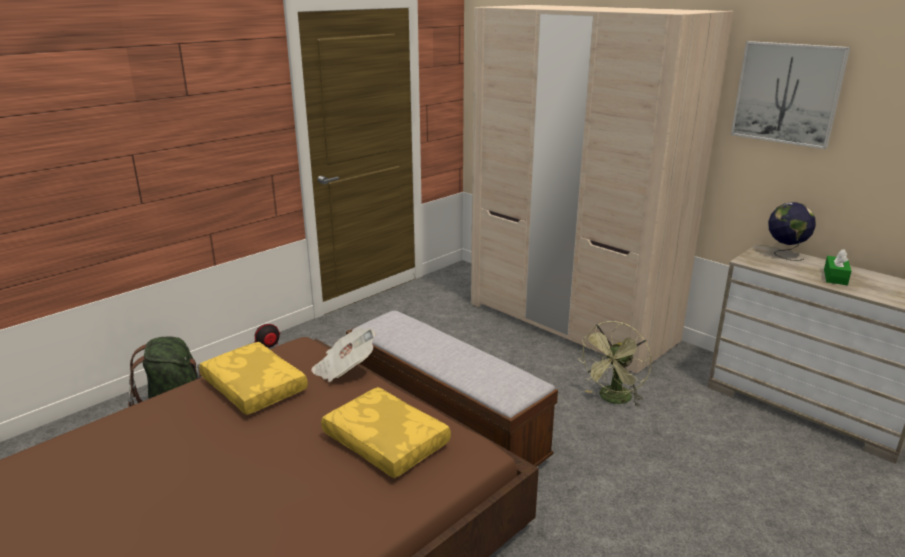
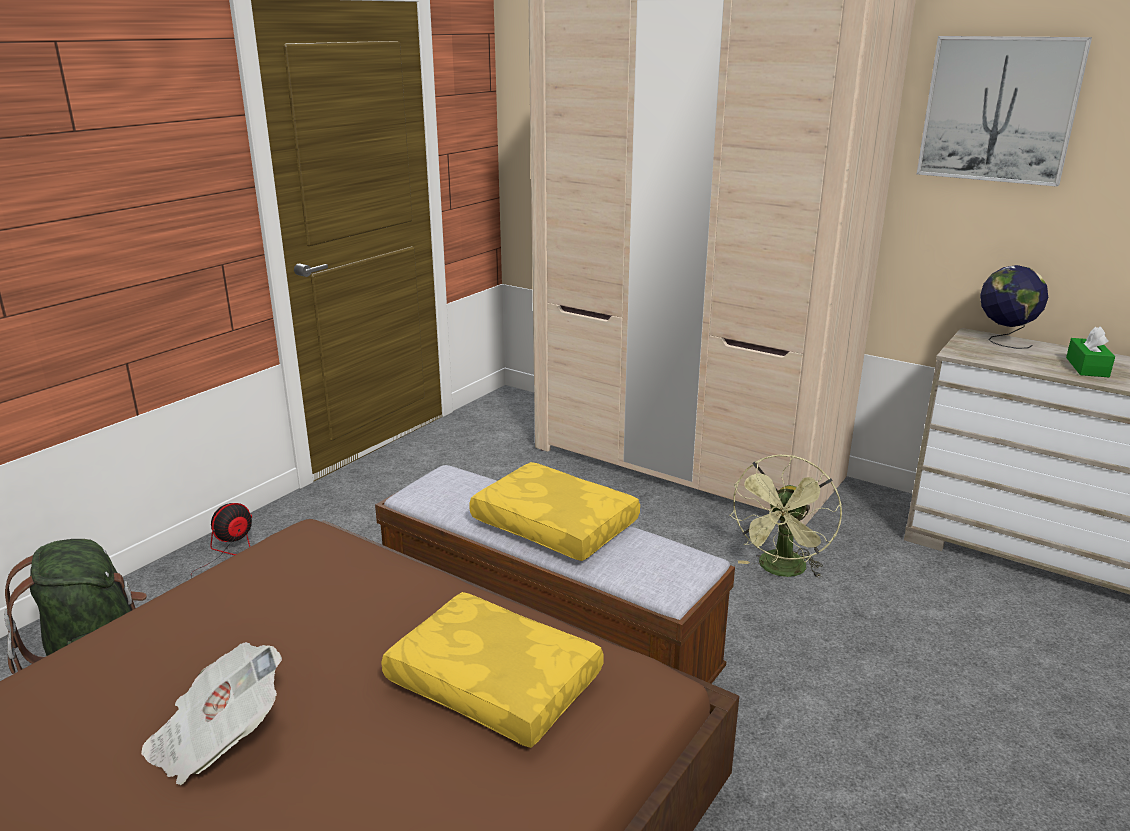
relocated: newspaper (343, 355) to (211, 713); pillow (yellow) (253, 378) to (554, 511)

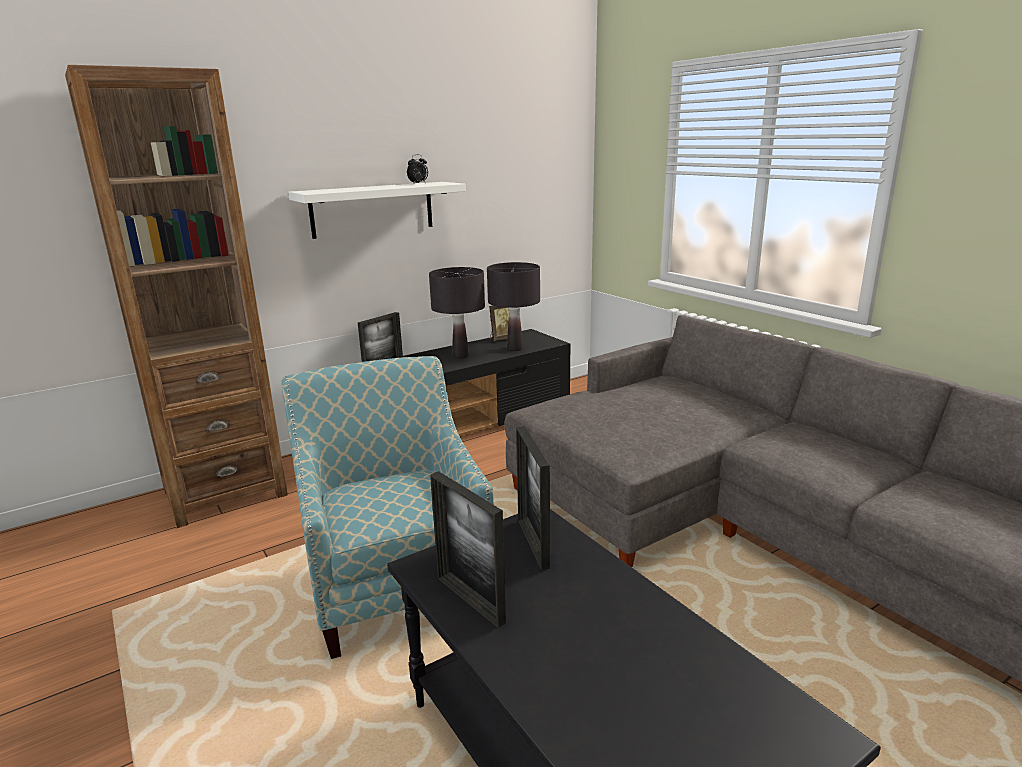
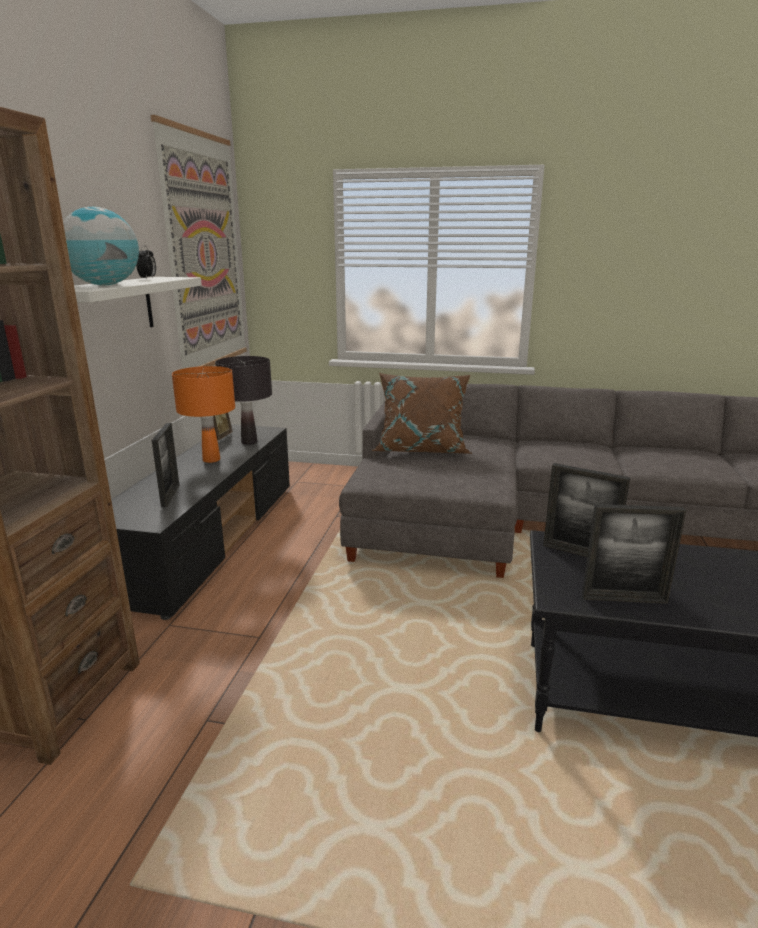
missing: armchair (387, 507)
appeared: picture (199, 242); globe (101, 246); pillow (brown) (422, 413)
colour: table lamp (black) (457, 312) to table lamp (orange) (203, 414)

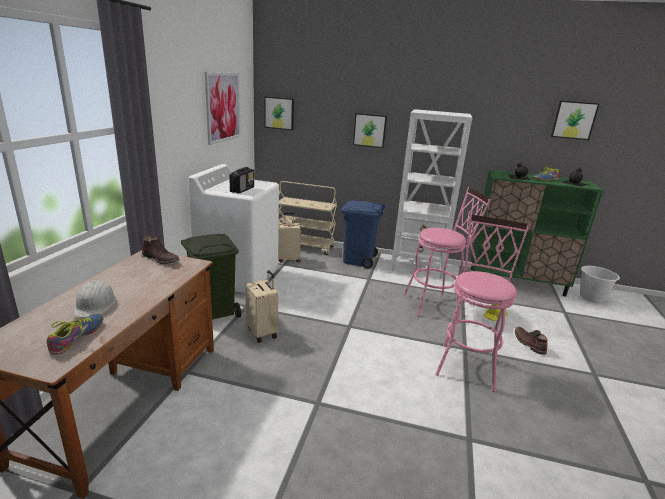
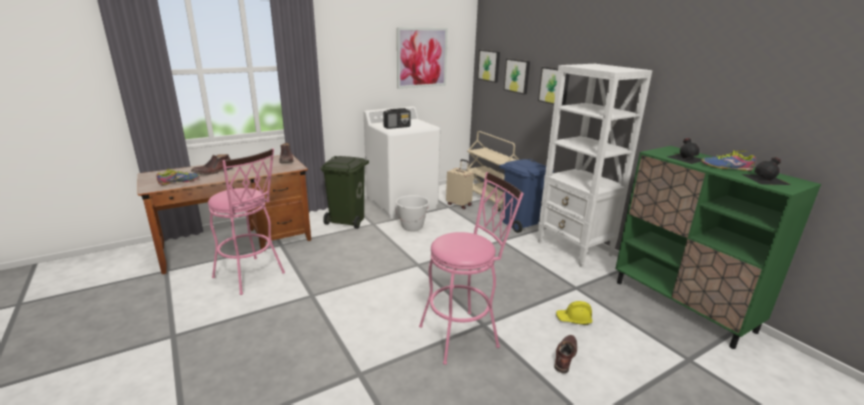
missing: suitcase (beige) (261, 306)
relocated: picture (575, 120) to (517, 76); stool (pink) (447, 252) to (246, 221); bucket (white) (600, 284) to (412, 213)
exchanged: hard hat (white) (95, 299) to boot (brown) (212, 164)

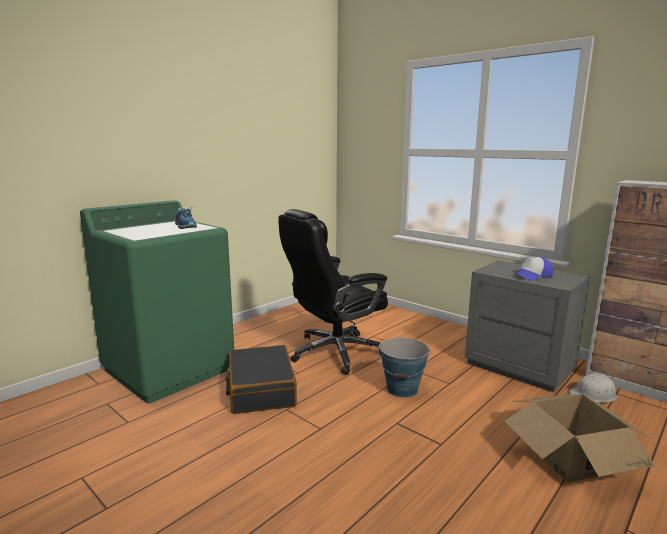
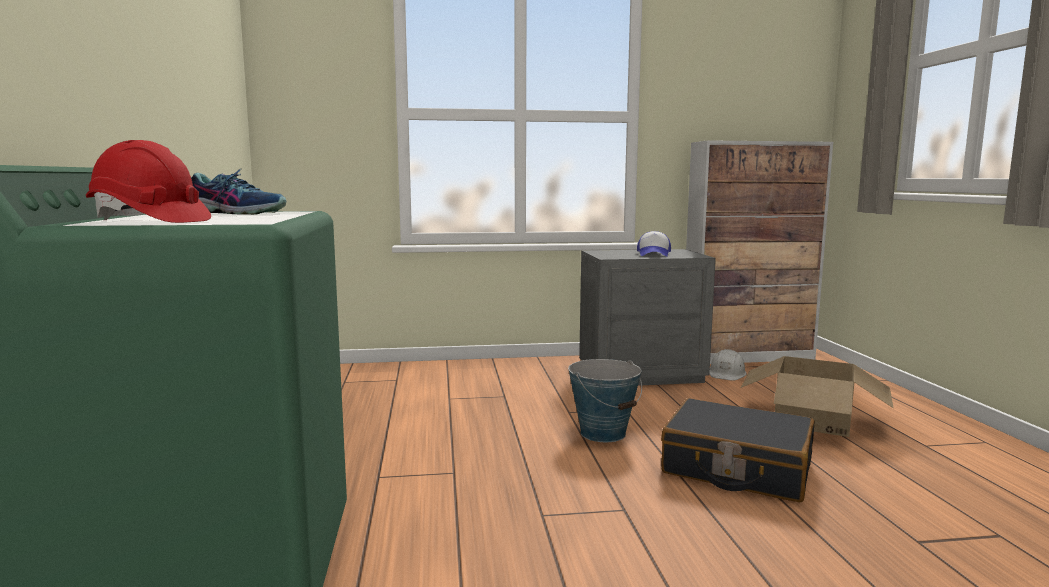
missing: office chair (black) (333, 292)
appeared: hard hat (red) (148, 181)
relocated: suitcase (black) (261, 379) to (737, 450)

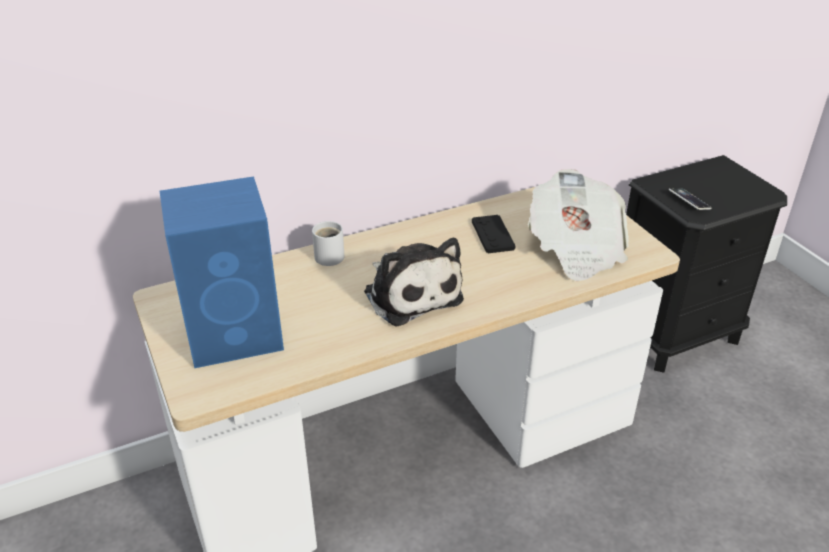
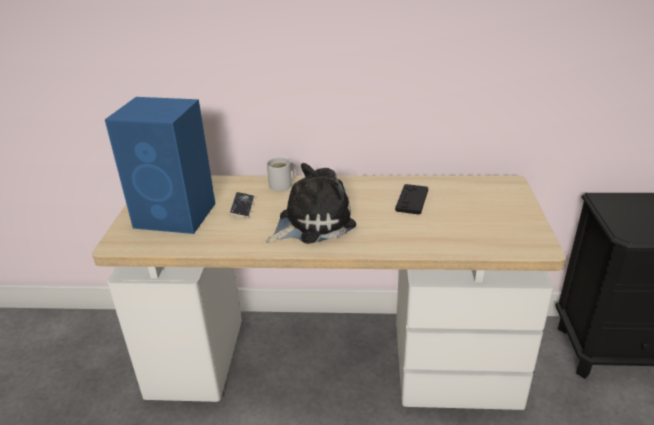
missing: newspaper (578, 225)
relocated: phone (690, 199) to (241, 205)
spun: plush toy (414, 282) = (311, 203) 120 degrees counterclockwise

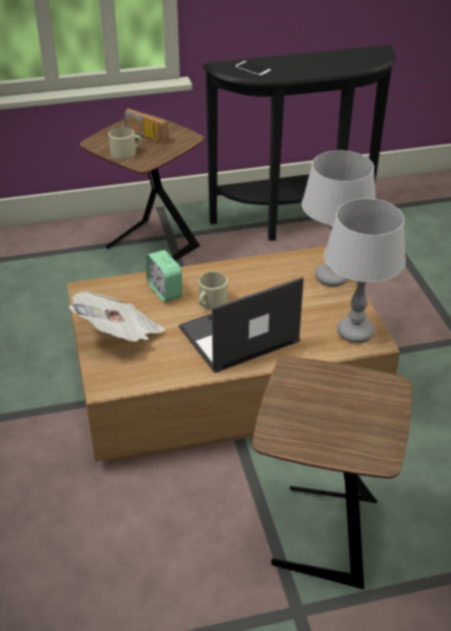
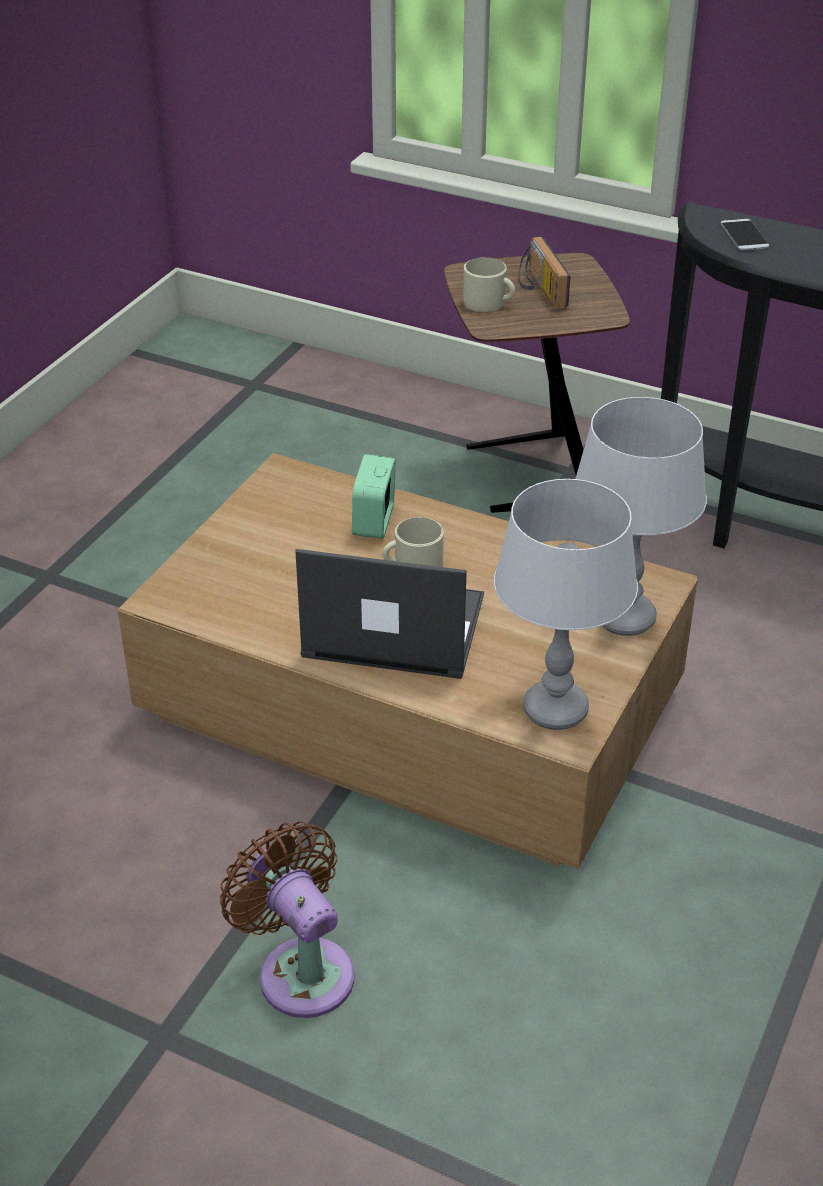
missing: newspaper (116, 316)
exchanged: side table (brown) (332, 473) to fan (brown) (287, 919)

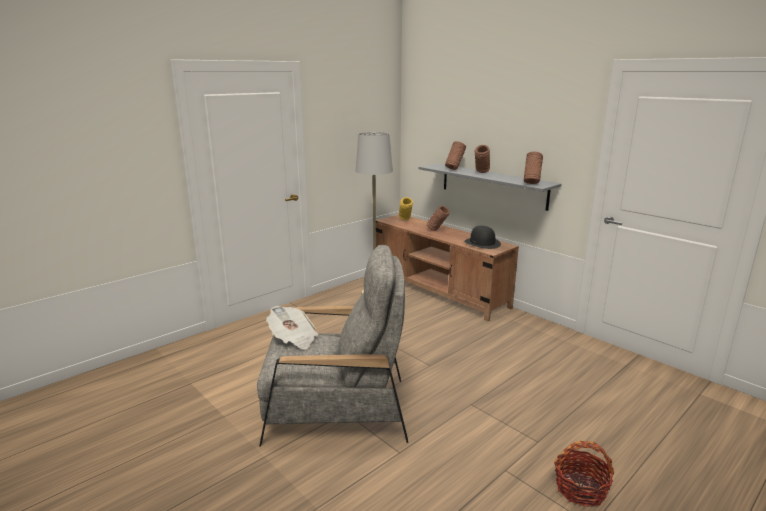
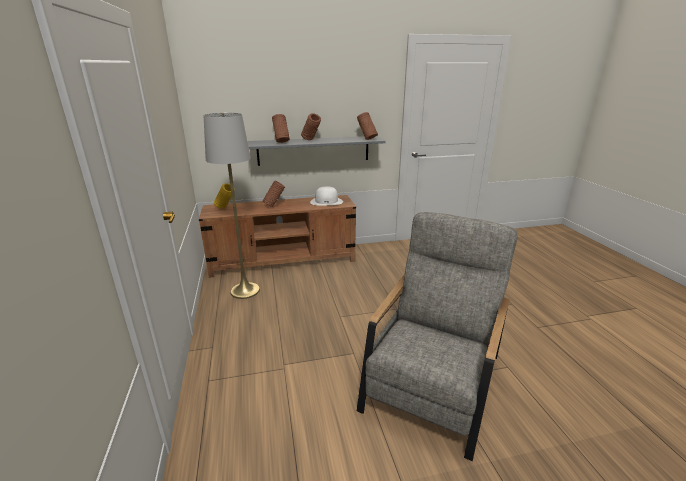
missing: newspaper (292, 328); basket (584, 474)
colour: hat (black) (482, 237) to hat (white) (326, 196)

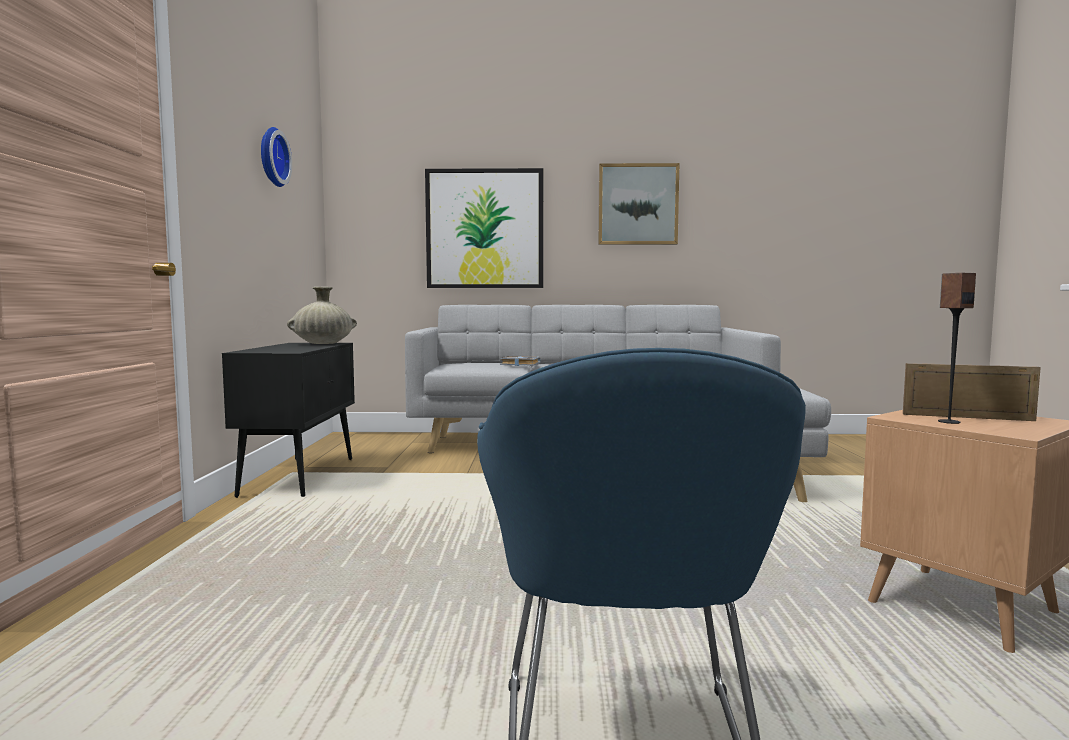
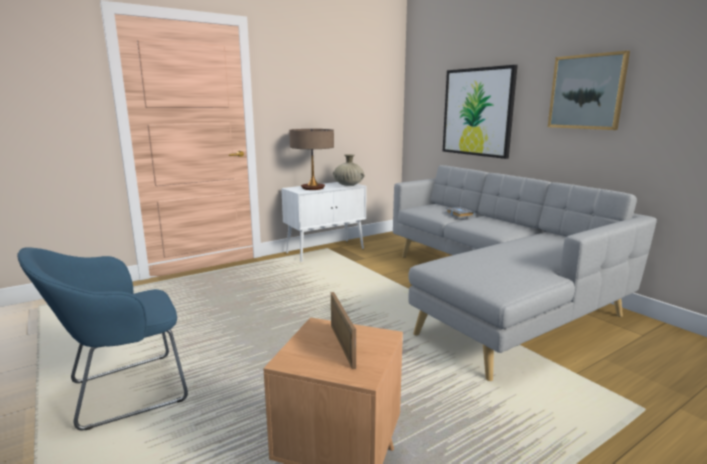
missing: wall clock (276, 157); speaker (957, 348)
appeared: table lamp (311, 159)
colour: cabinet (black) (288, 420) to cabinet (white) (323, 222)

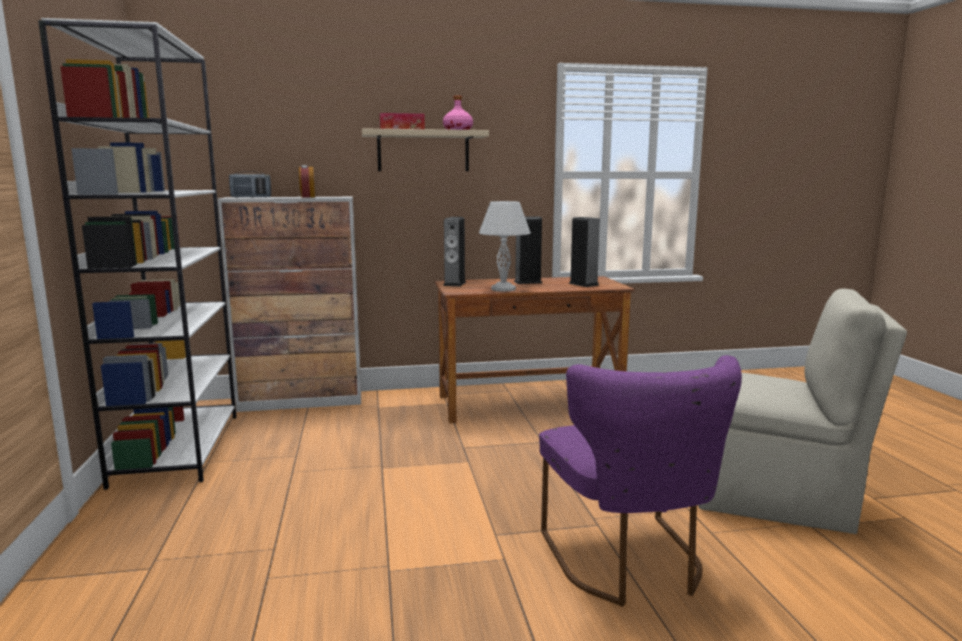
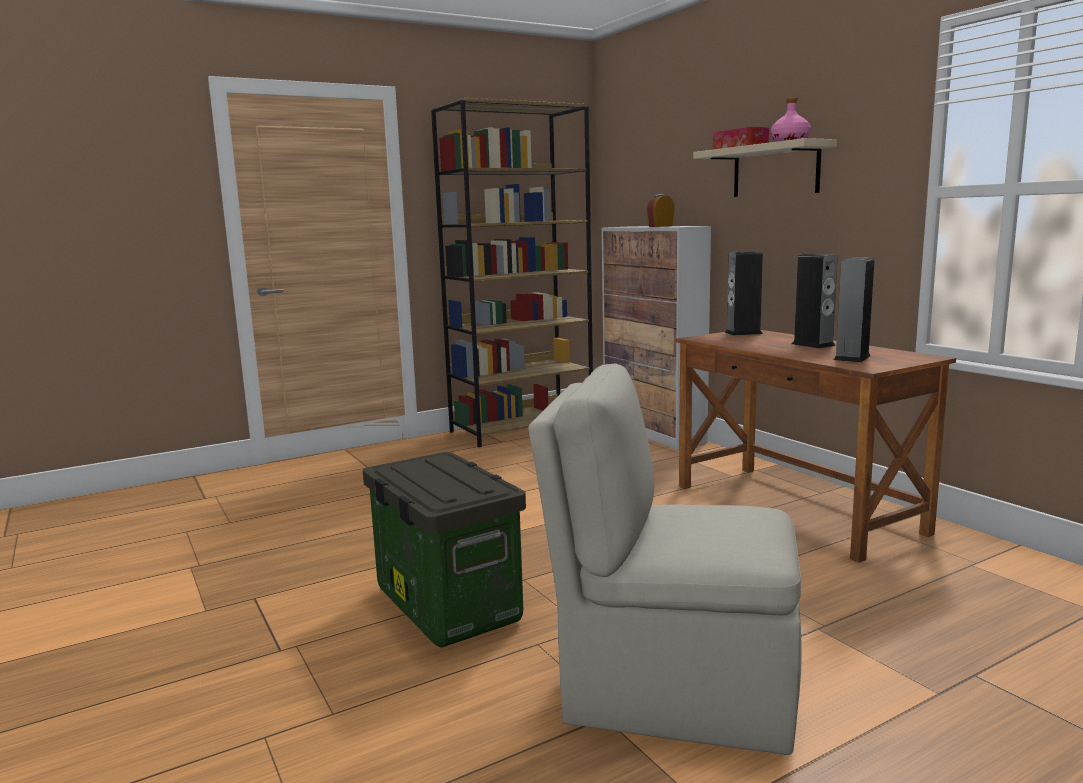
missing: radio (250, 184); table lamp (white) (505, 246)
exchanged: chair (purple) (640, 480) to storage box (444, 550)
colour: bookcase (white) (137, 254) to bookcase (brown) (512, 272)
spun: chair (beige) (802, 411) = (665, 559) 105 degrees clockwise

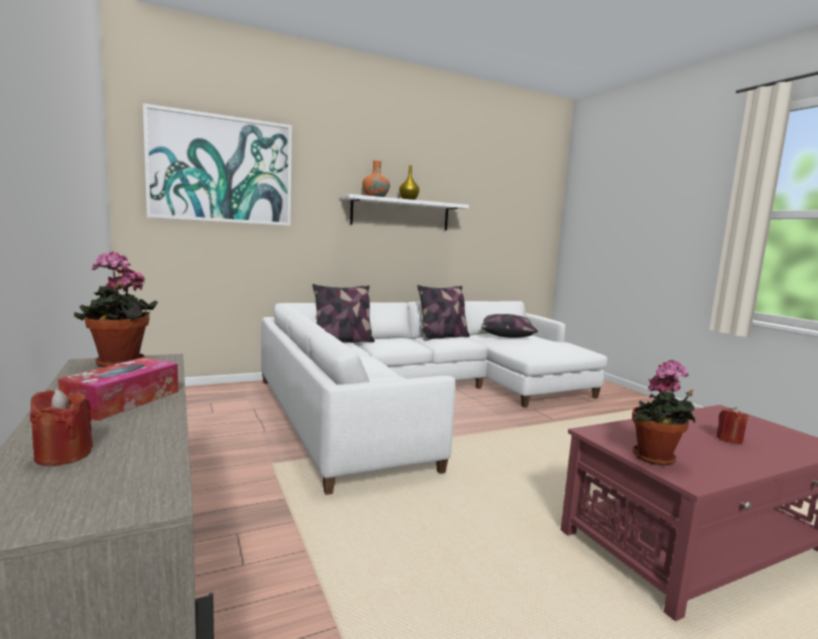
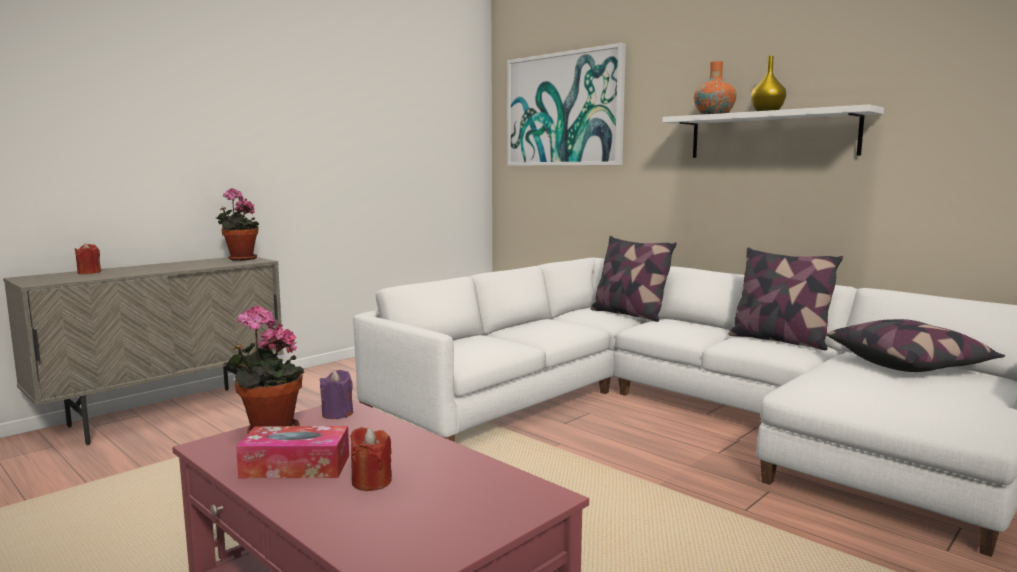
appeared: candle (purple) (336, 394)
relocated: tissue box (118, 389) to (292, 452)

